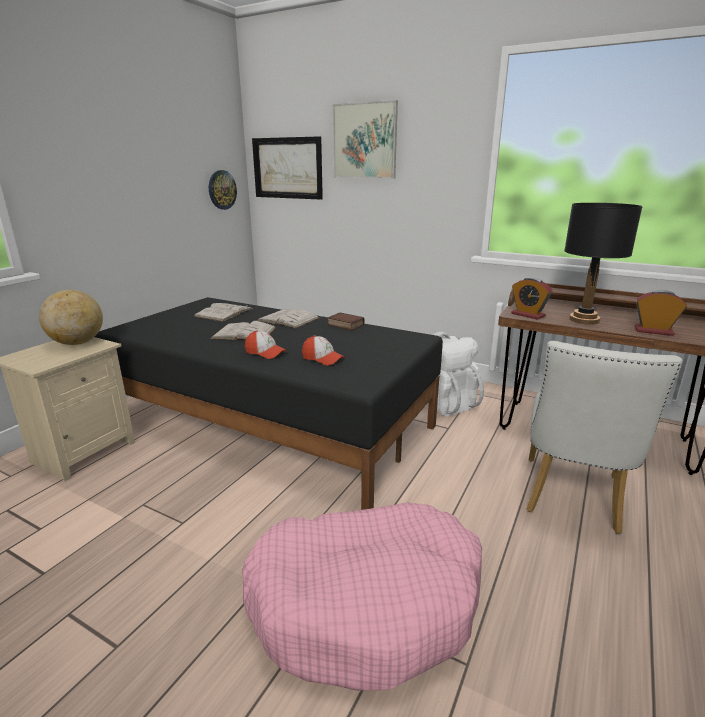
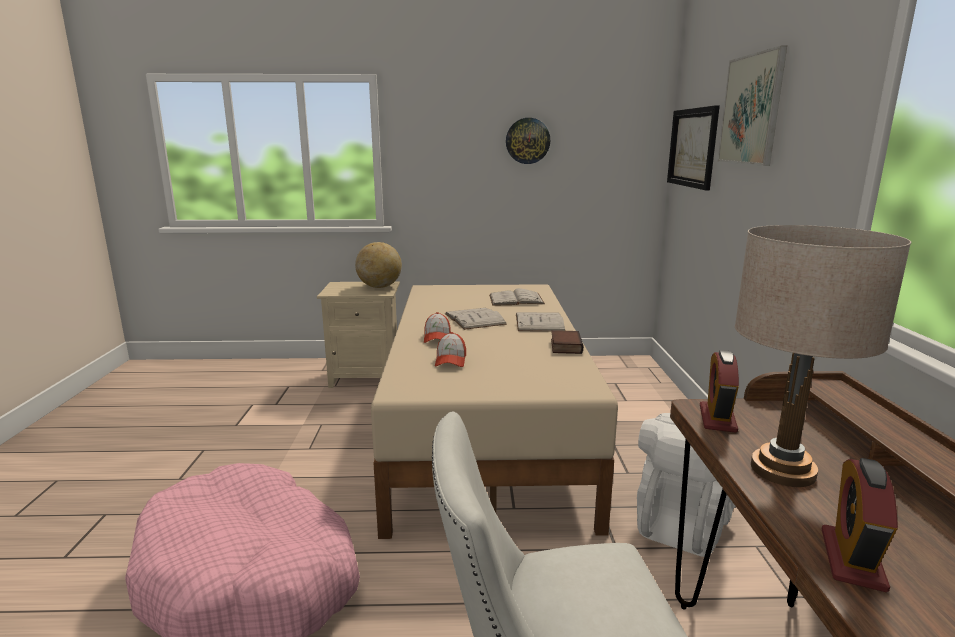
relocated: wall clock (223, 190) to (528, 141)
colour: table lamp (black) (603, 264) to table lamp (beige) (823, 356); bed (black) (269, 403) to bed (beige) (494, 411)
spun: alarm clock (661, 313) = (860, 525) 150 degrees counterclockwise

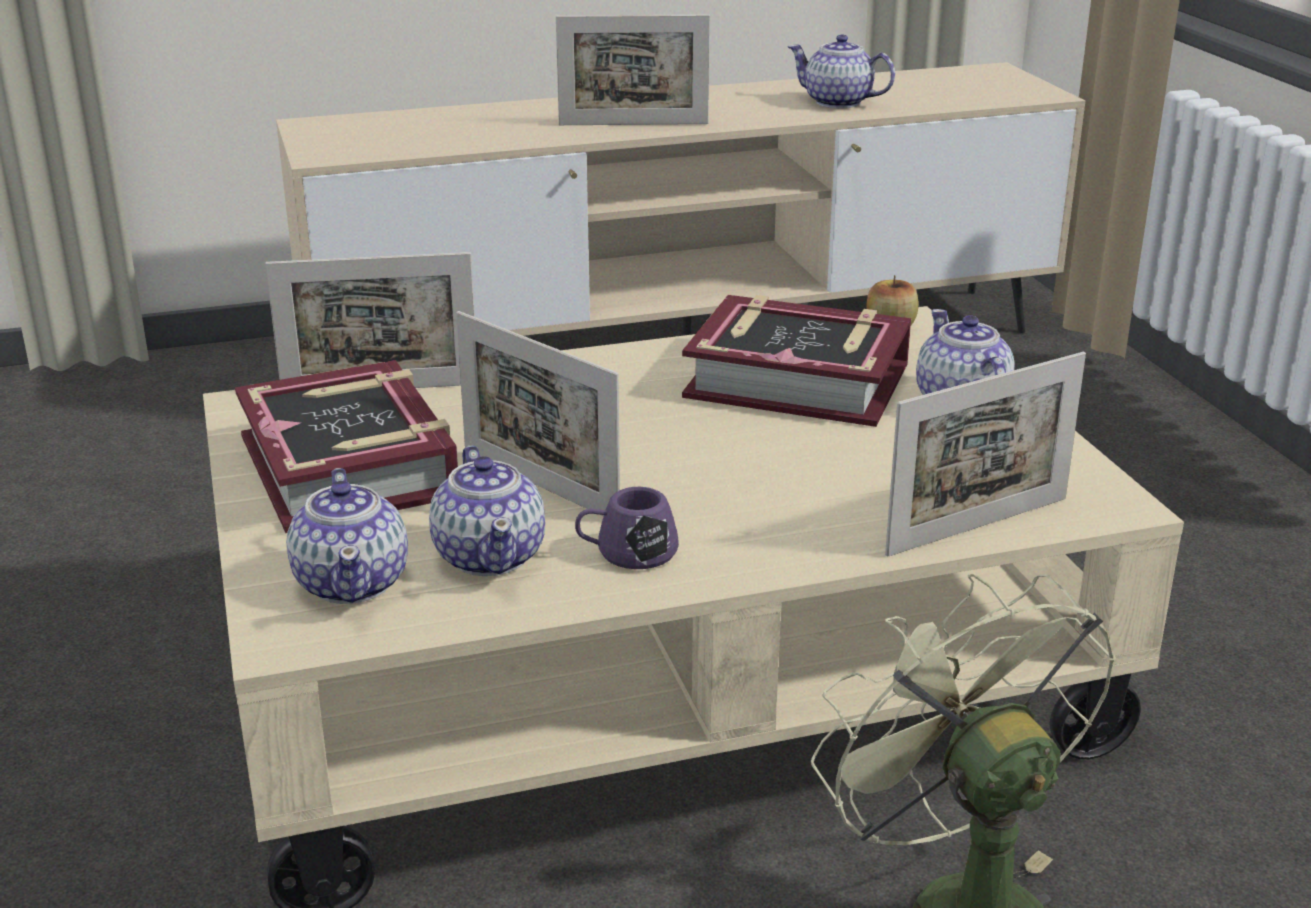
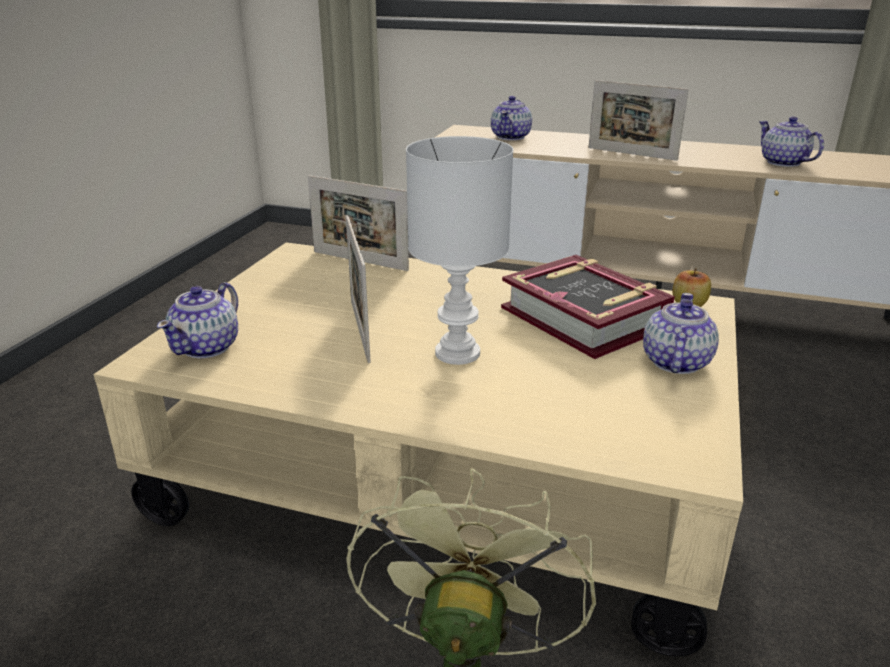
missing: picture frame (985, 454); book (346, 446); mug (purple) (627, 528)
appeared: table lamp (white) (459, 250)
relocated: teapot (487, 511) to (511, 118)

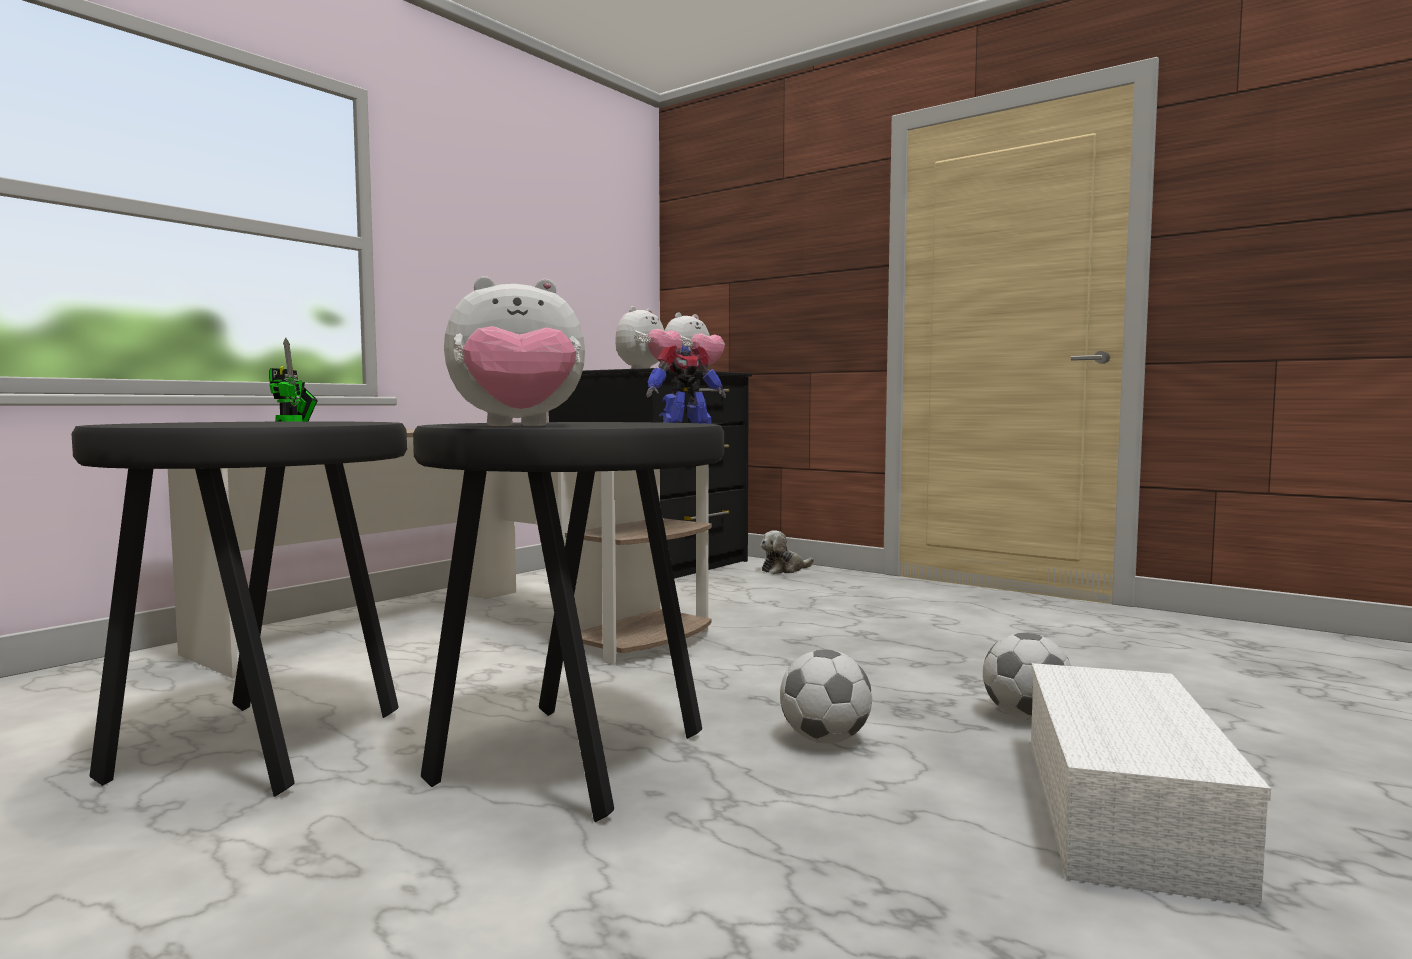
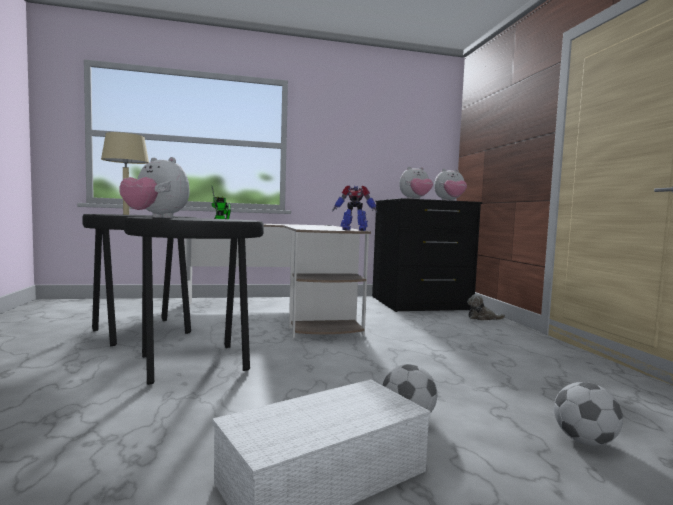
appeared: table lamp (beige) (125, 173)
relocated: football (826, 696) to (588, 414)

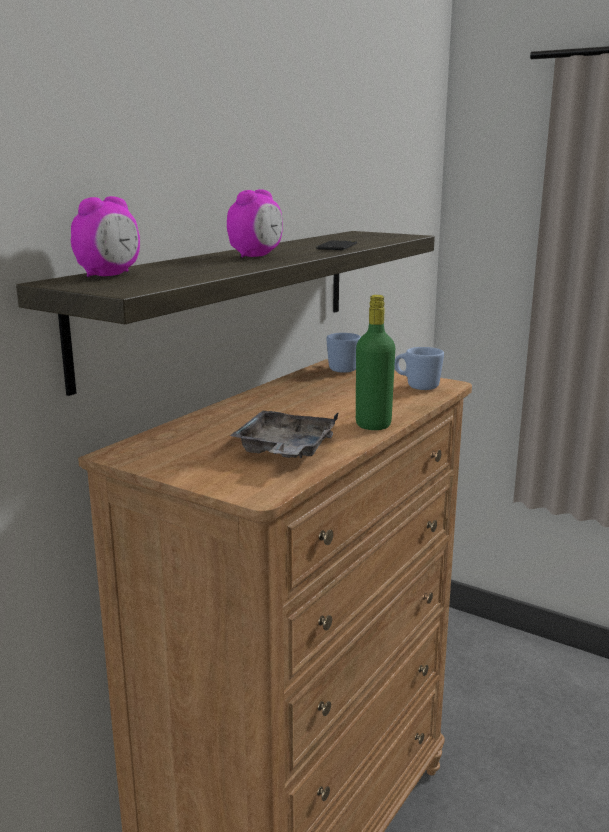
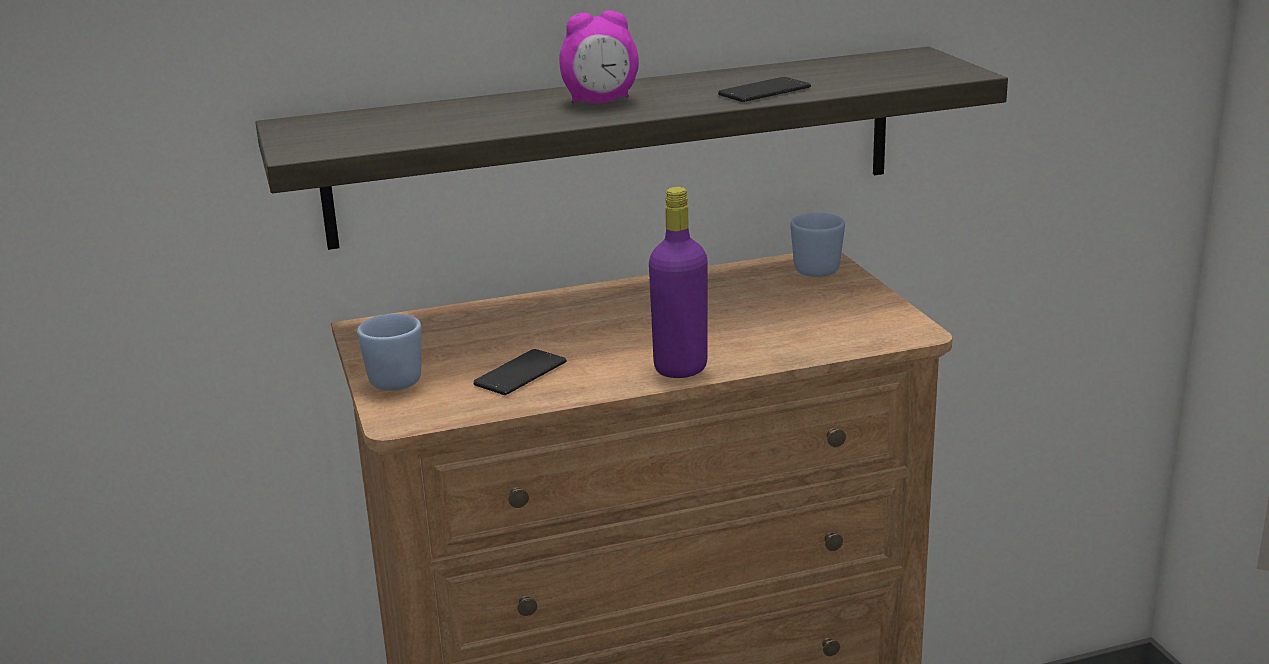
missing: alarm clock (105, 236)
relocated: mug (blue) (419, 368) to (389, 352)
exchanged: tray (grey) (284, 434) to phone (520, 372)
colour: bottle (green) (375, 362) to bottle (purple) (678, 282)

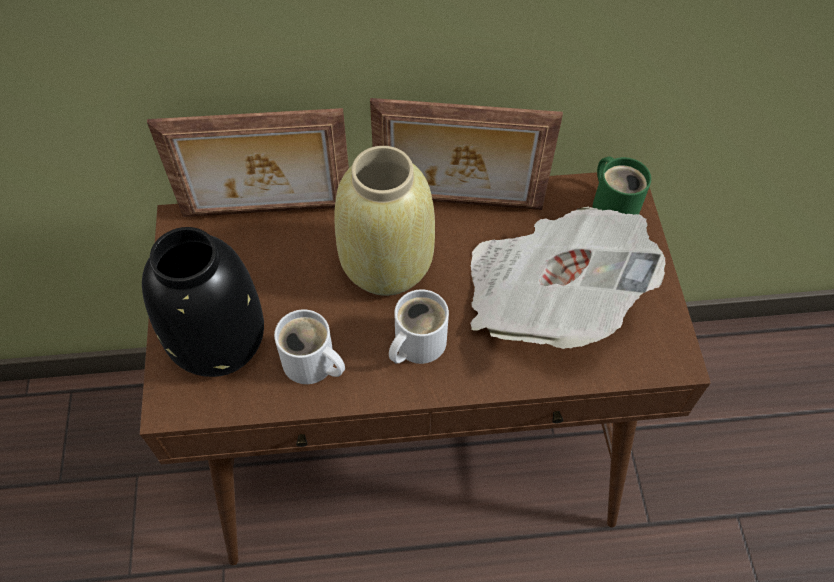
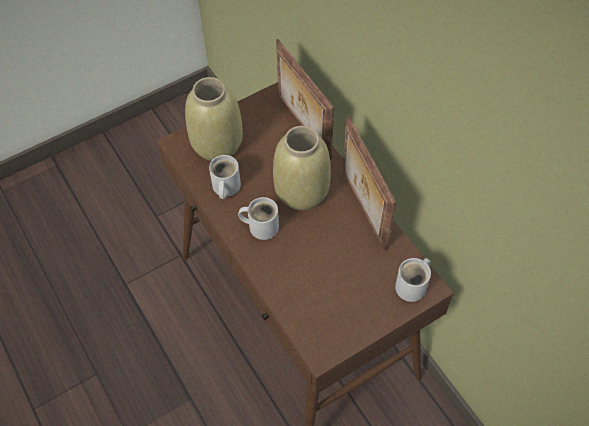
missing: newspaper (568, 278)
colour: mug (green) (622, 185) to mug (white) (413, 280); vase (black) (203, 302) to vase (beige) (214, 119)

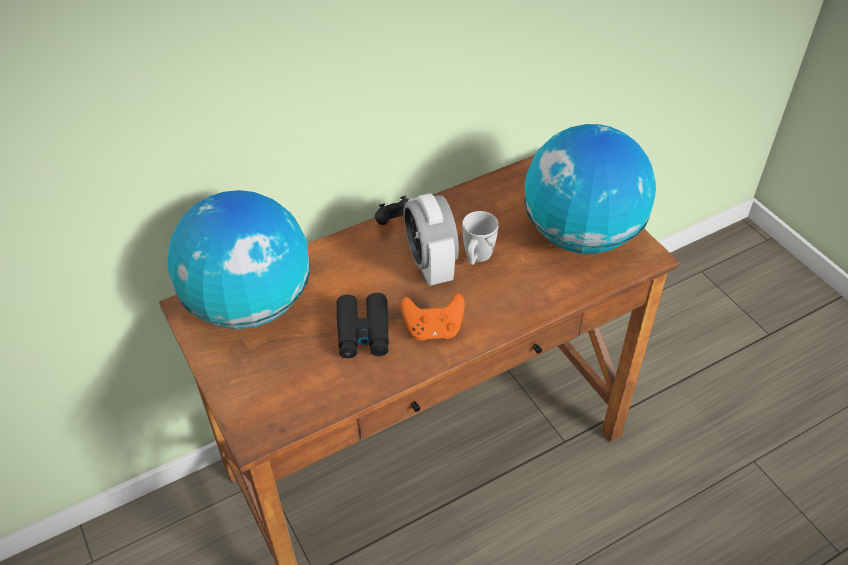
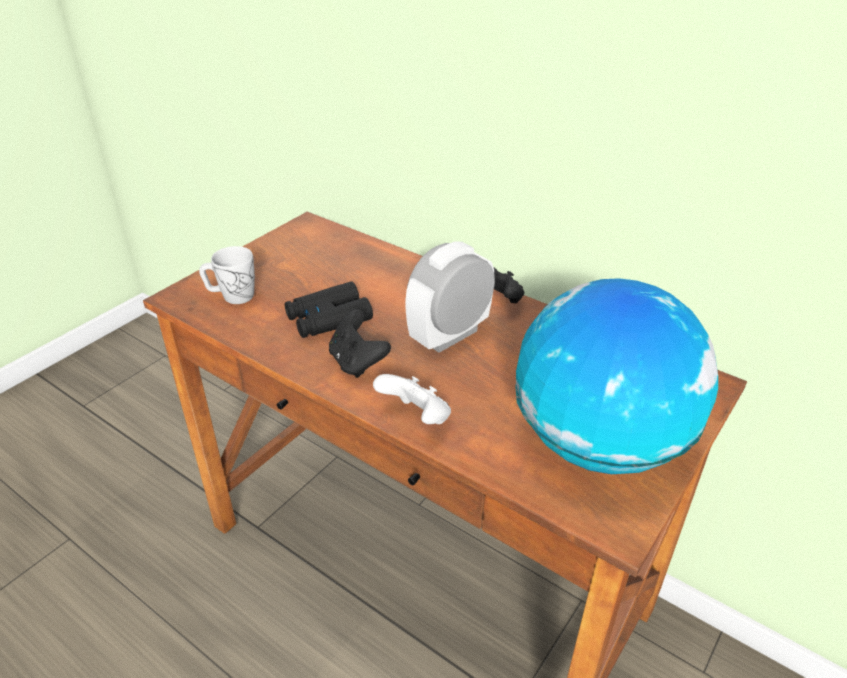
missing: globe (239, 259)
appeared: game controller (white) (412, 399)
relocated: mug (white) (480, 238) to (227, 275)
colour: game controller (orange) (433, 317) to game controller (black) (360, 343)

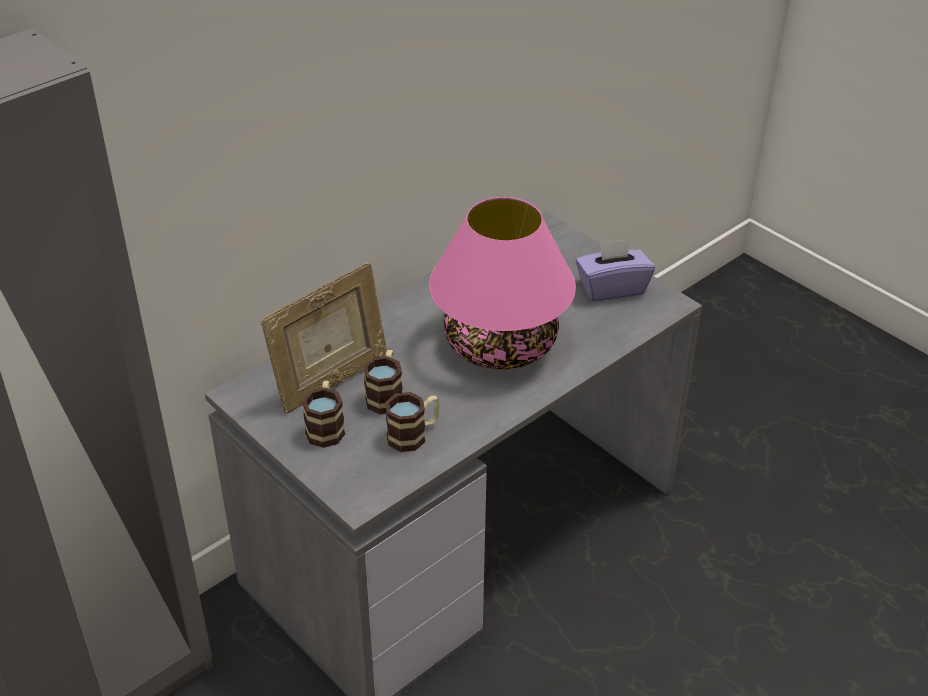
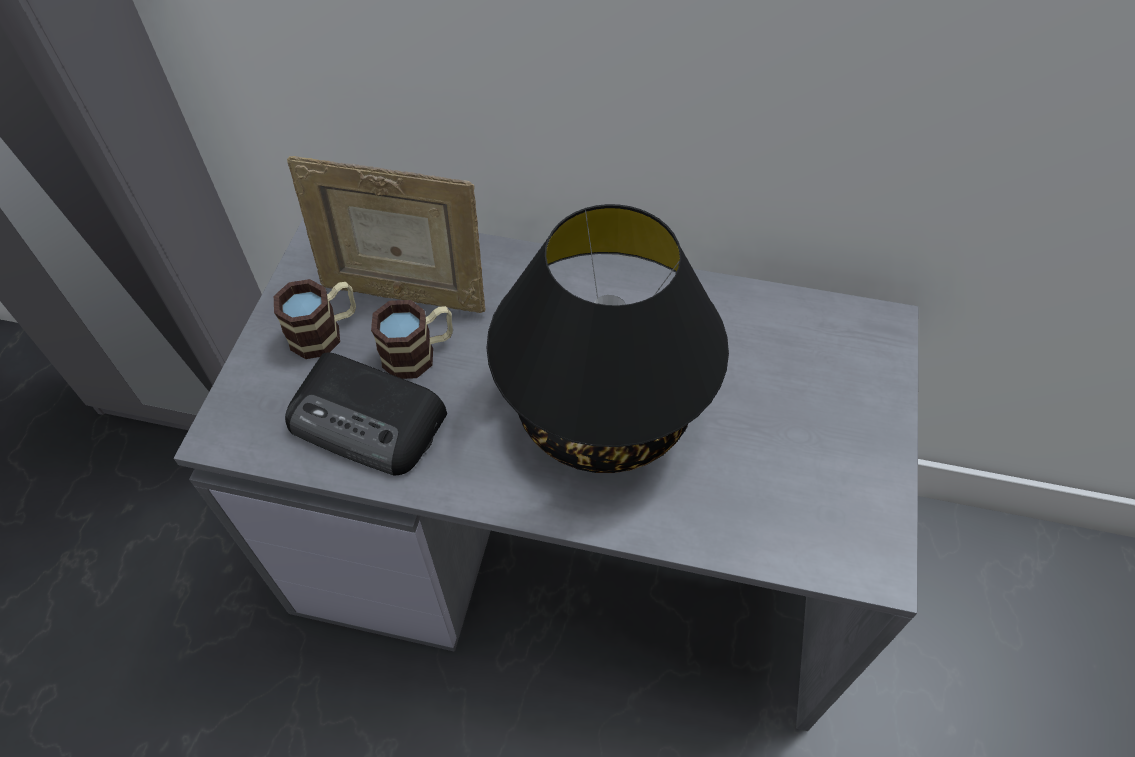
missing: tissue box (purple) (615, 270)
exchanged: mug (412, 422) to radio (366, 413)
colour: table lamp (pink) (502, 283) to table lamp (black) (607, 338)

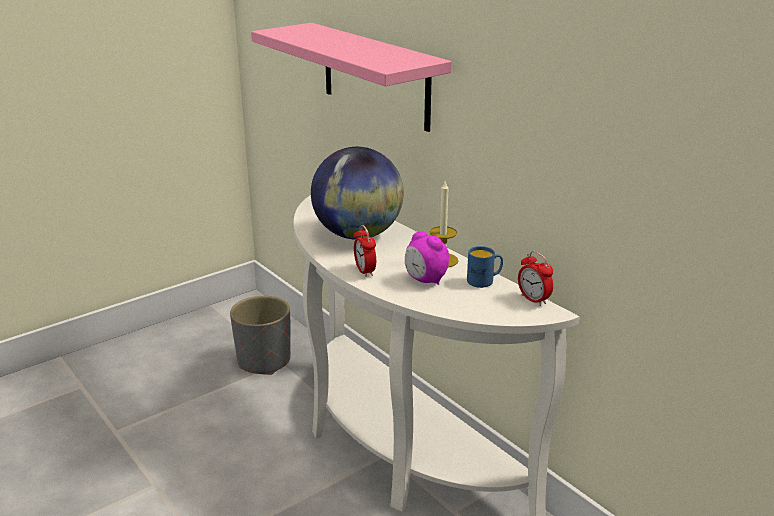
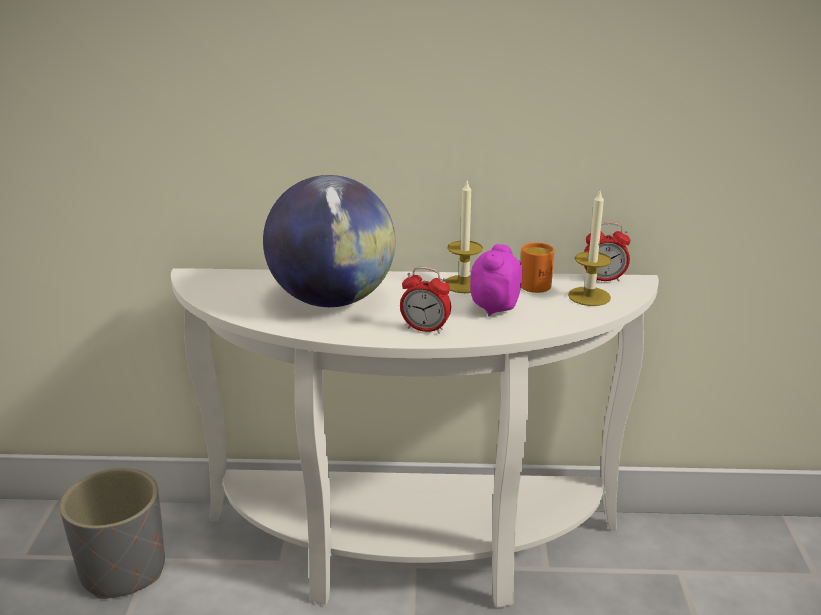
missing: shelf (pink) (351, 77)
appeared: candle (590, 248)
colour: mug (blue) (485, 267) to mug (orange) (537, 267)
spun: alarm clock (427, 258) = (496, 280) 120 degrees clockwise

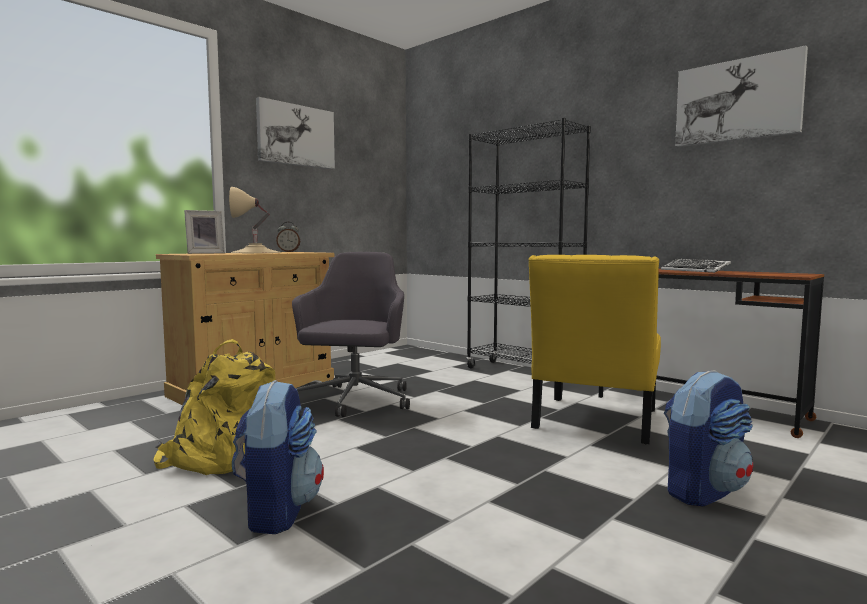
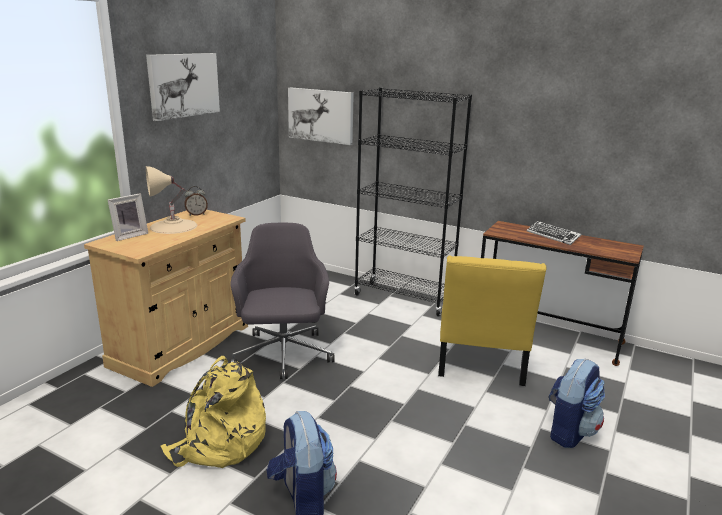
relocated: picture (741, 96) to (321, 116)

